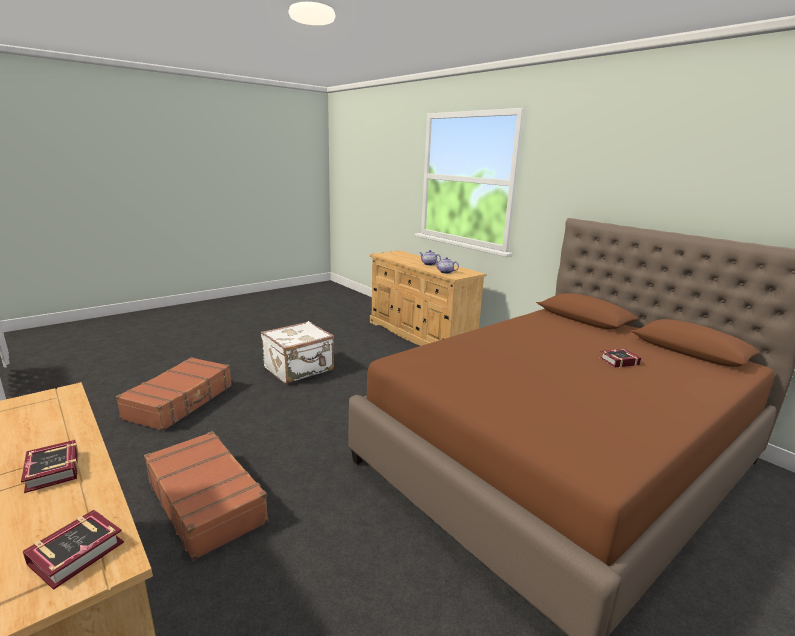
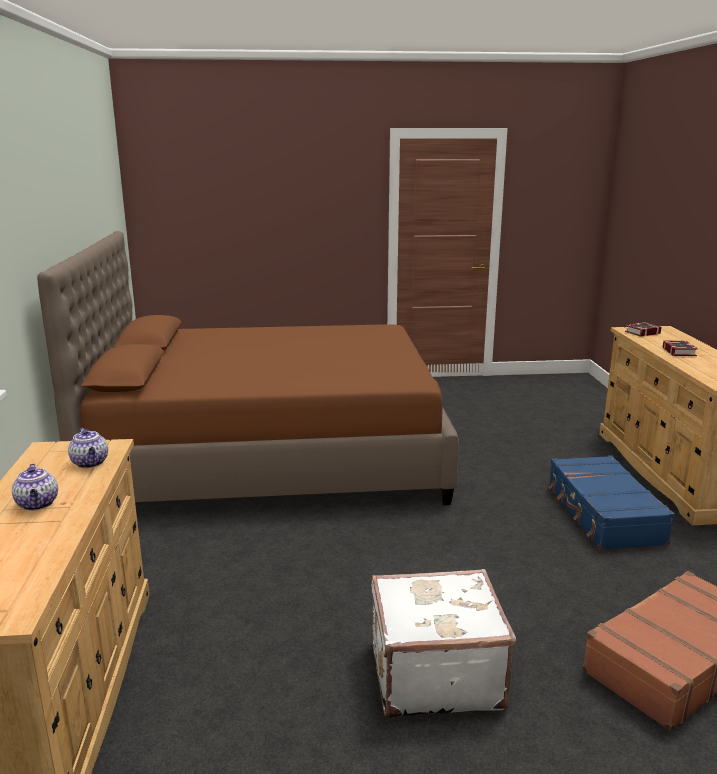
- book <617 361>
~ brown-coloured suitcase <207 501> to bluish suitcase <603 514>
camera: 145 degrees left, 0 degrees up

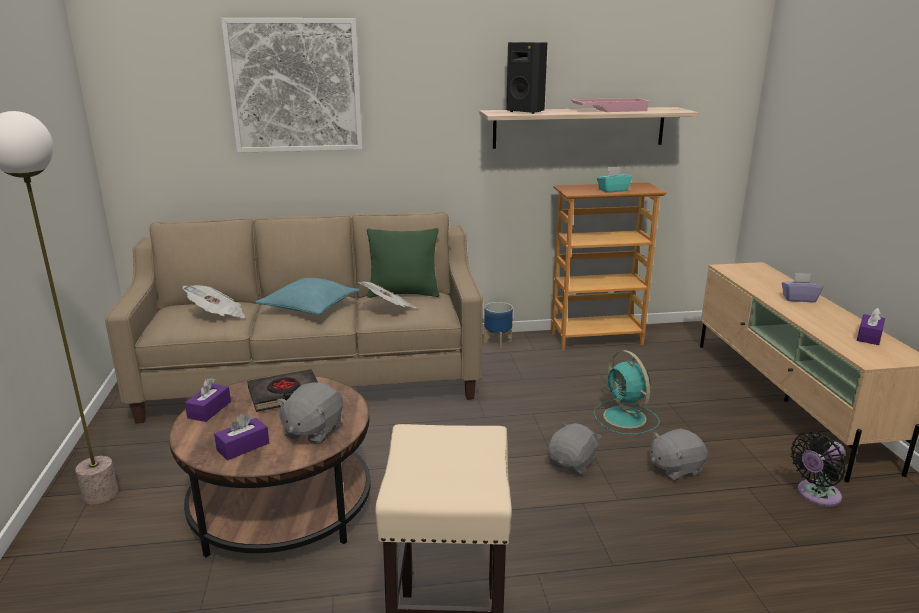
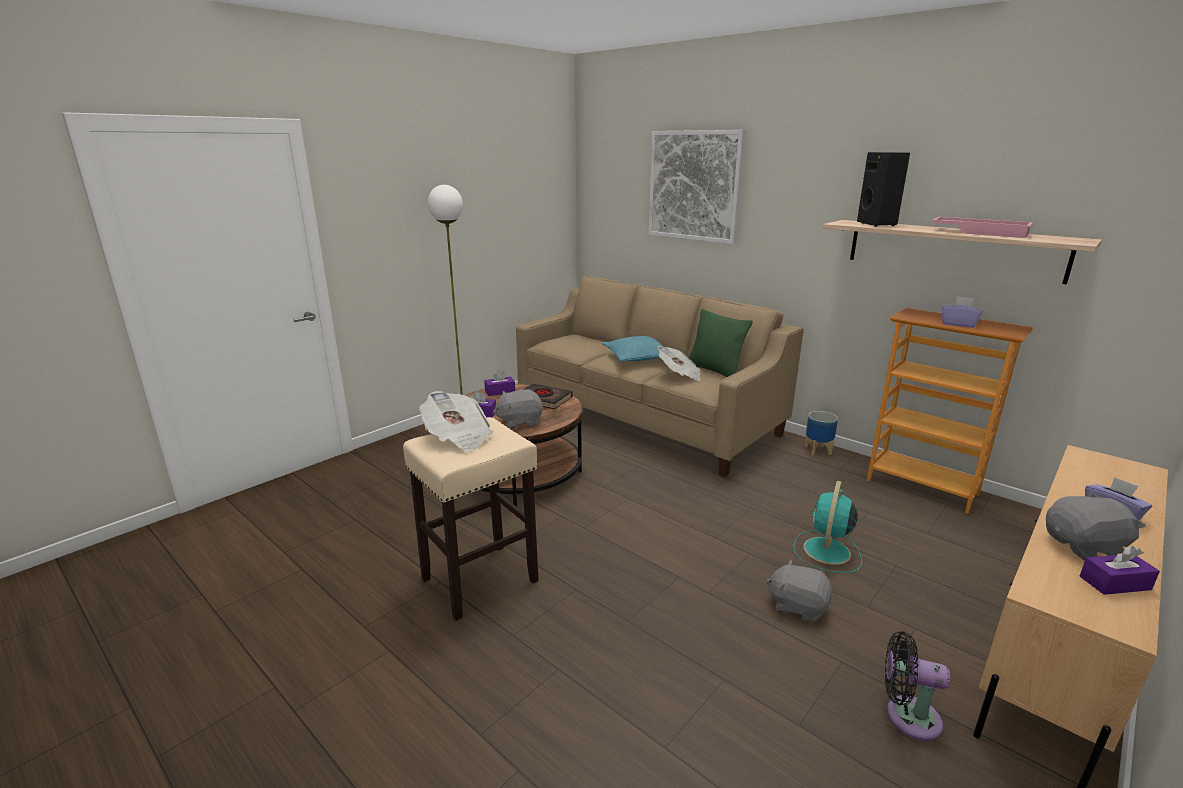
~ turquoise-coloured box of tissues <613 190> to purplish box of tissues <958 324>
~ daily paper <217 315> to <458 438>
~ greyish soft toy <572 464> to <1085 547>
camera: 50 degrees right, 0 degrees up

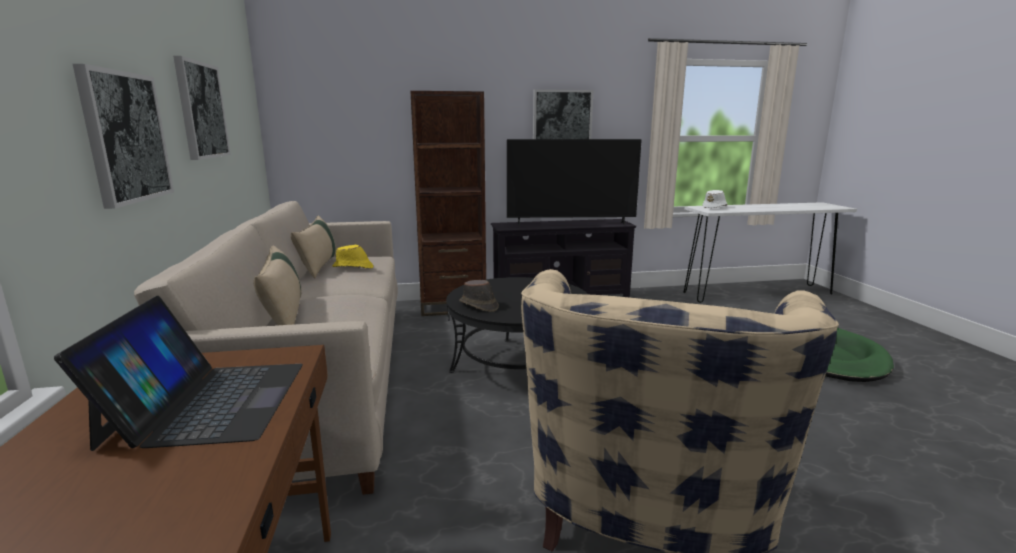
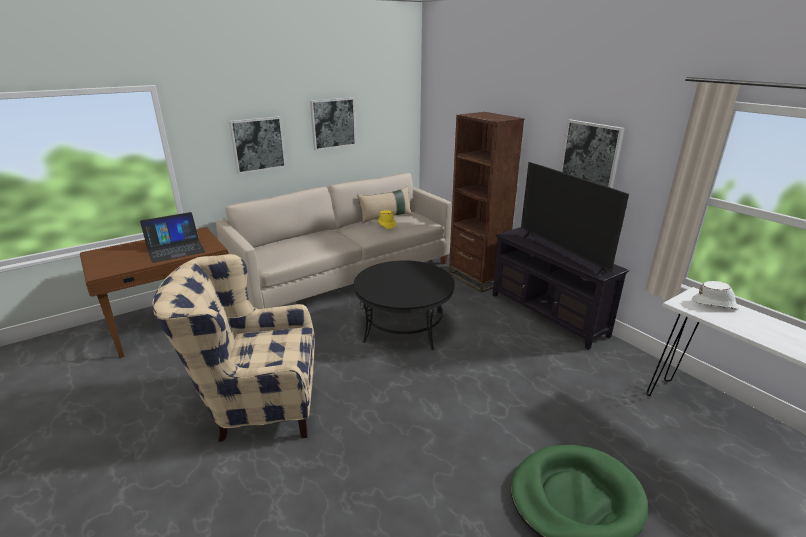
- beige-coloured cushion <284 316>
- brown-coloured wearable hat <478 306>
camera: 65 degrees right, 10 degrees up

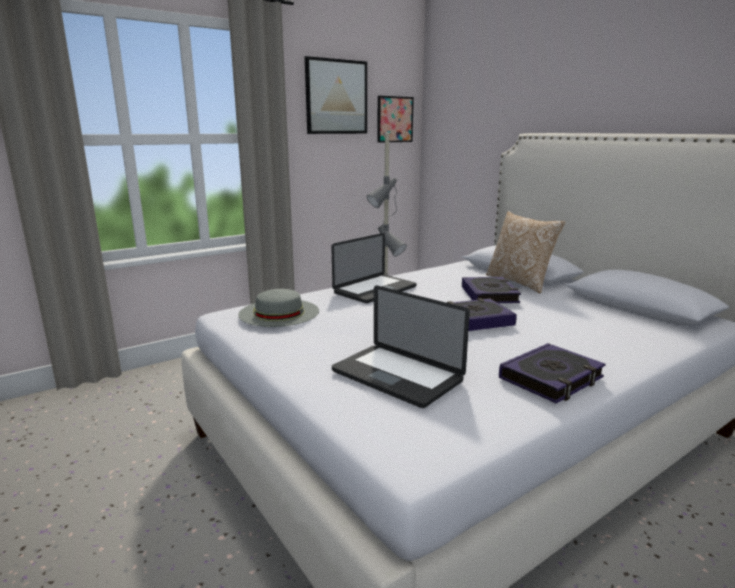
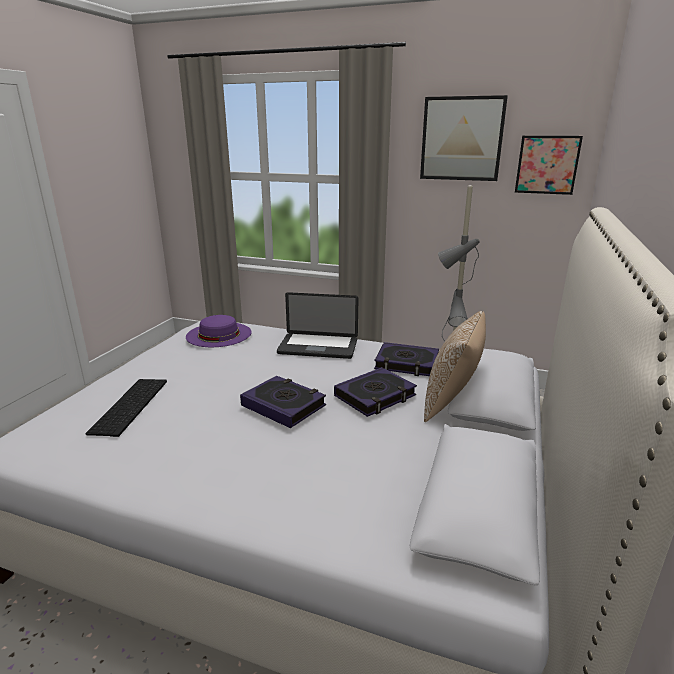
~ notebook computer <396 376> to keyboard <131 406>
~ greyish wearable hat <279 312> to purplish wearable hat <219 334>
~ book <551 378> to <406 364>
camera: 55 degrees right, 5 degrees up

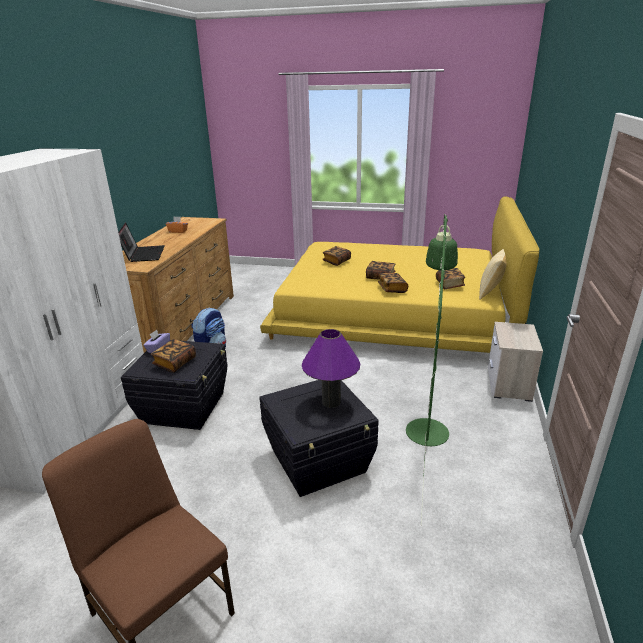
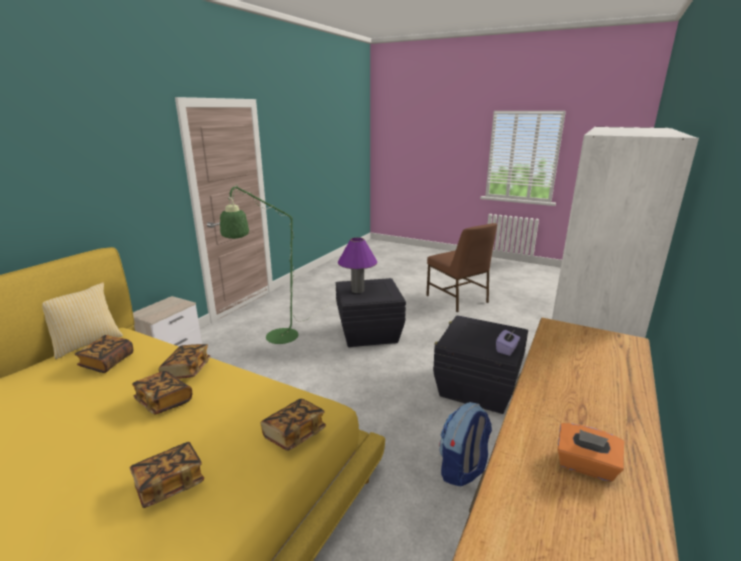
- notebook computer <143 254>
~ book <175 363> to <294 434>
camera: 165 degrees left, 5 degrees down

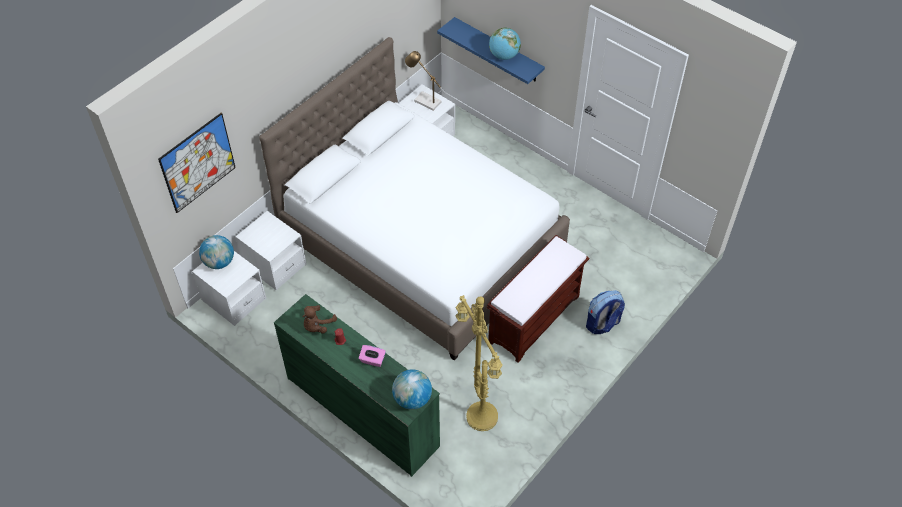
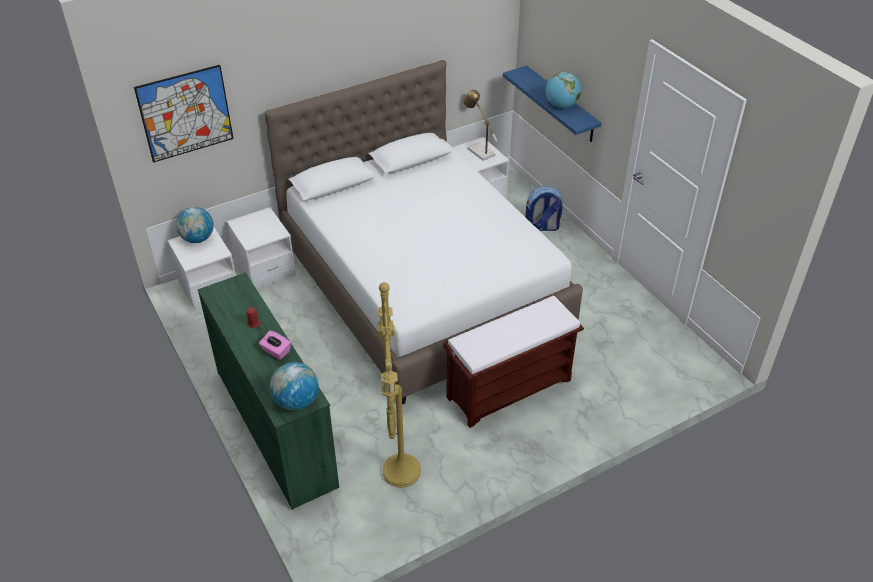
~ rucksack <602 324> to <541 227>
- brown-coloured soft toy <317 326>
camera: 20 degrees right, 10 degrees down

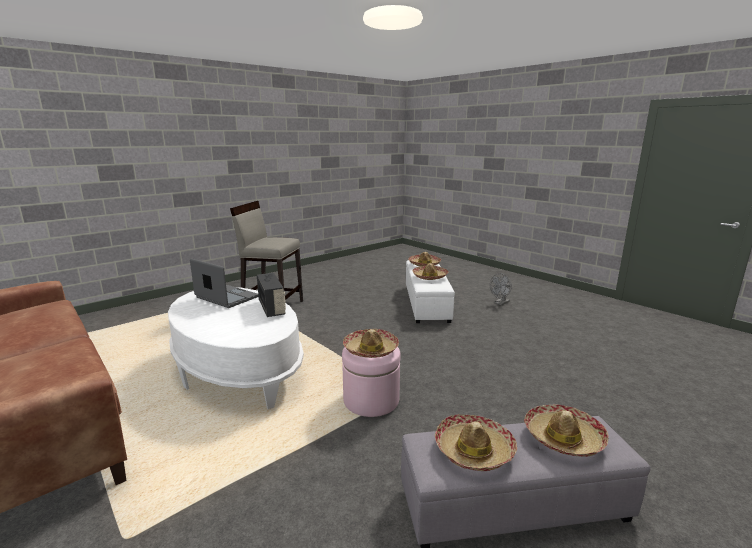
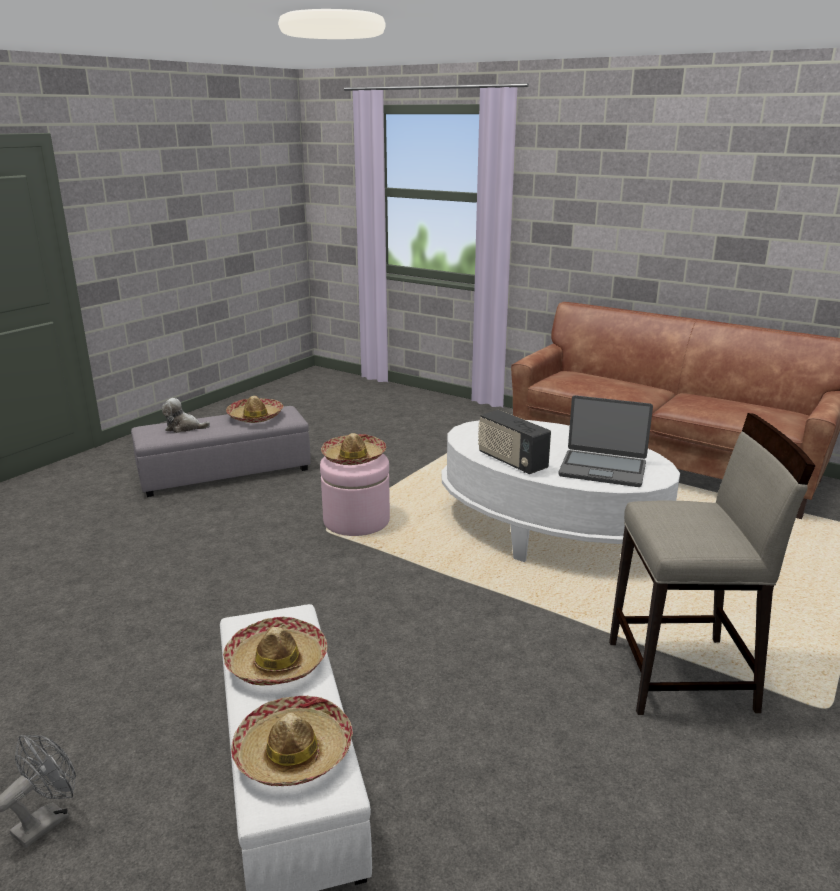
~ wearable hat <563 437> to soft toy <184 428>
camera: 165 degrees right, 5 degrees up

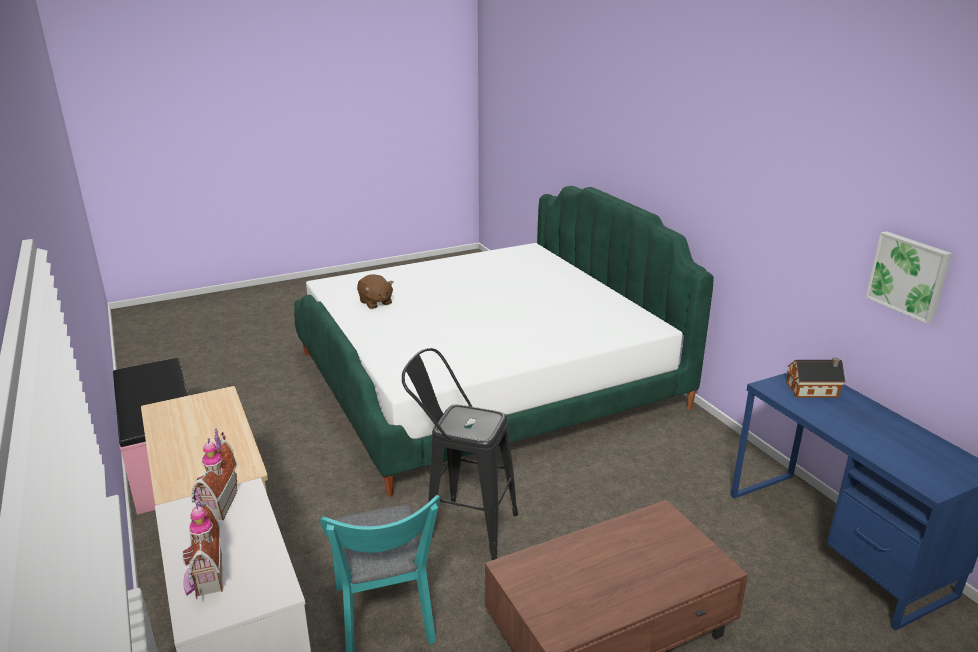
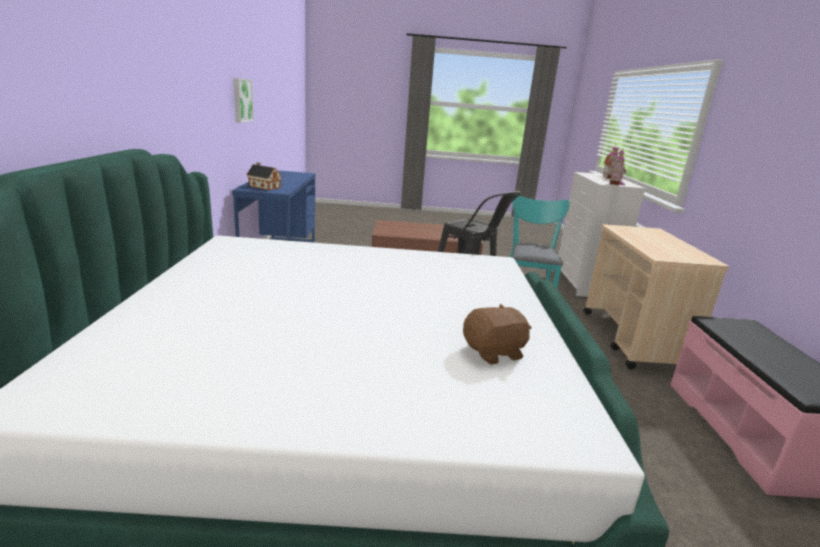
~ brown-coloured soft toy <375 303> = <494 352> 75 degrees clockwise
camera: 155 degrees left, 5 degrees down

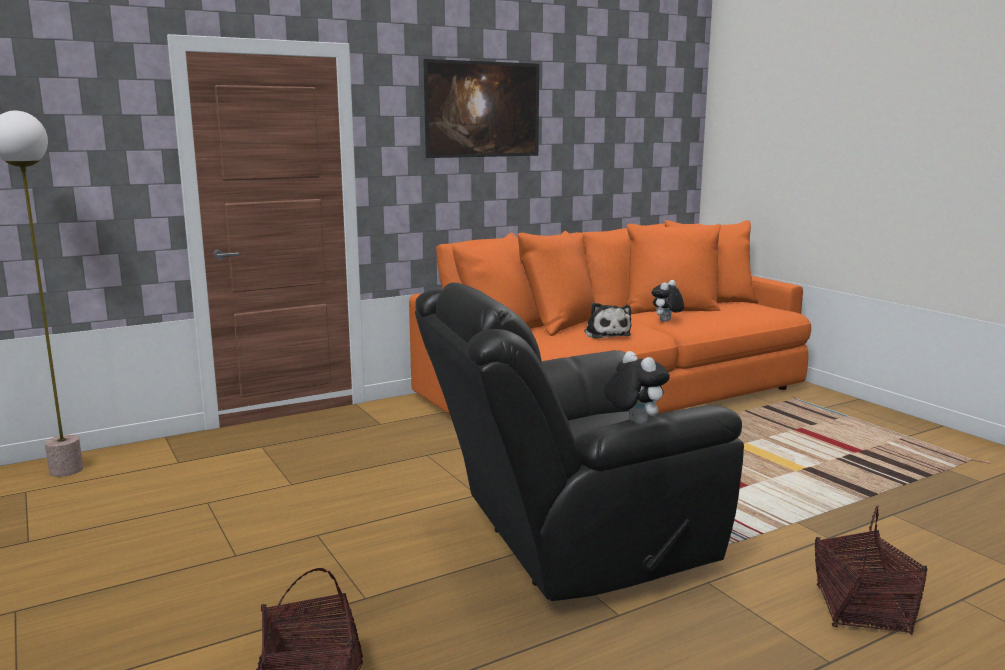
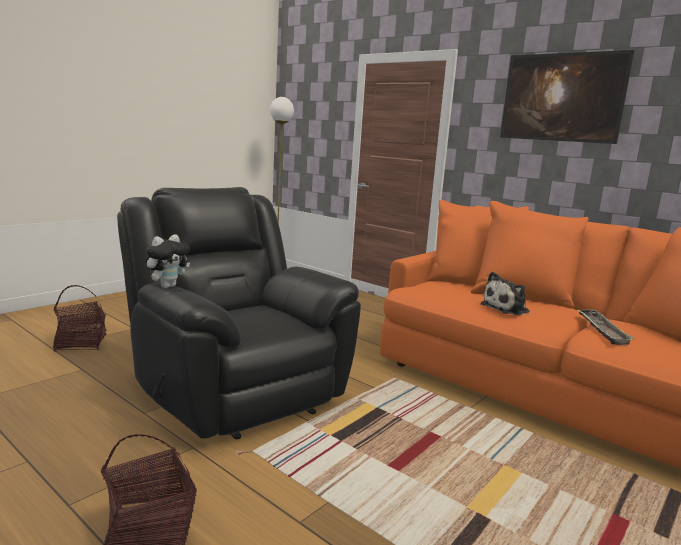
~ soft toy <666 321> to carrying tray <601 330>
camera: 70 degrees right, 0 degrees up

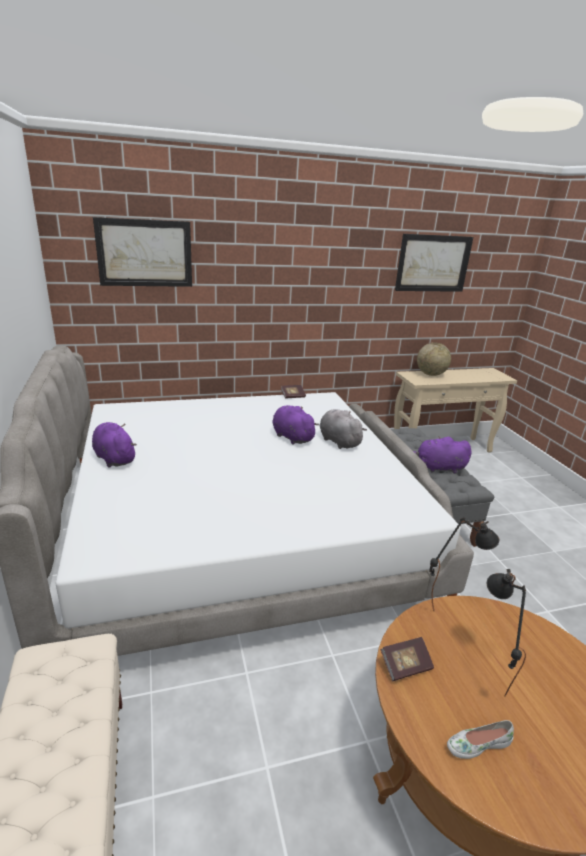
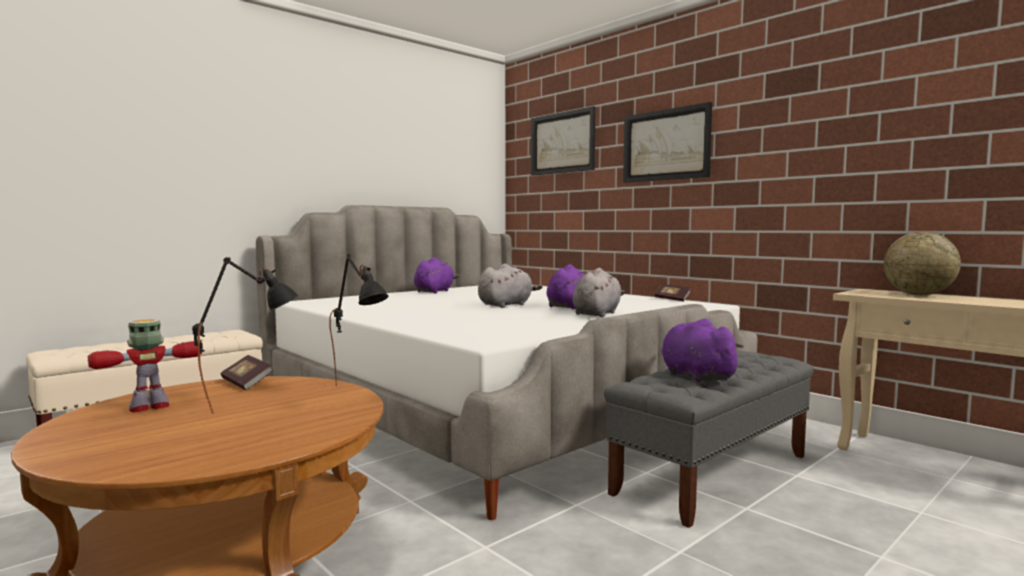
~ wall art <433 263> to <666 145>
~ whitish shoe <477 743> to robot figure <150 407>
+ greyish soft toy <507 305>
camera: 65 degrees right, 20 degrees down

